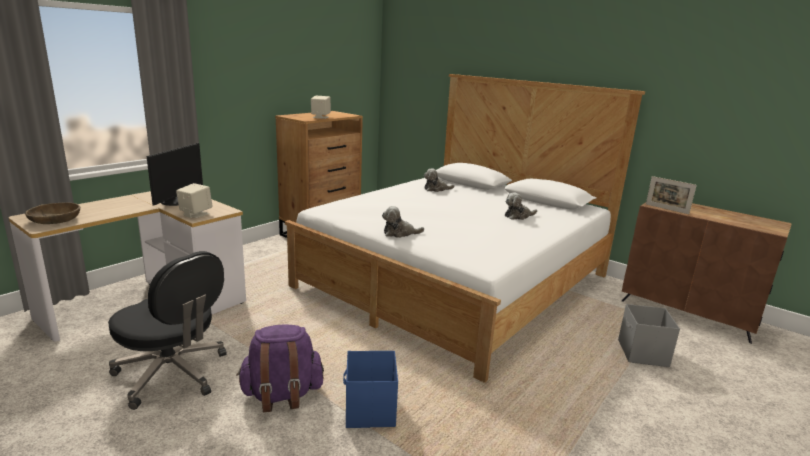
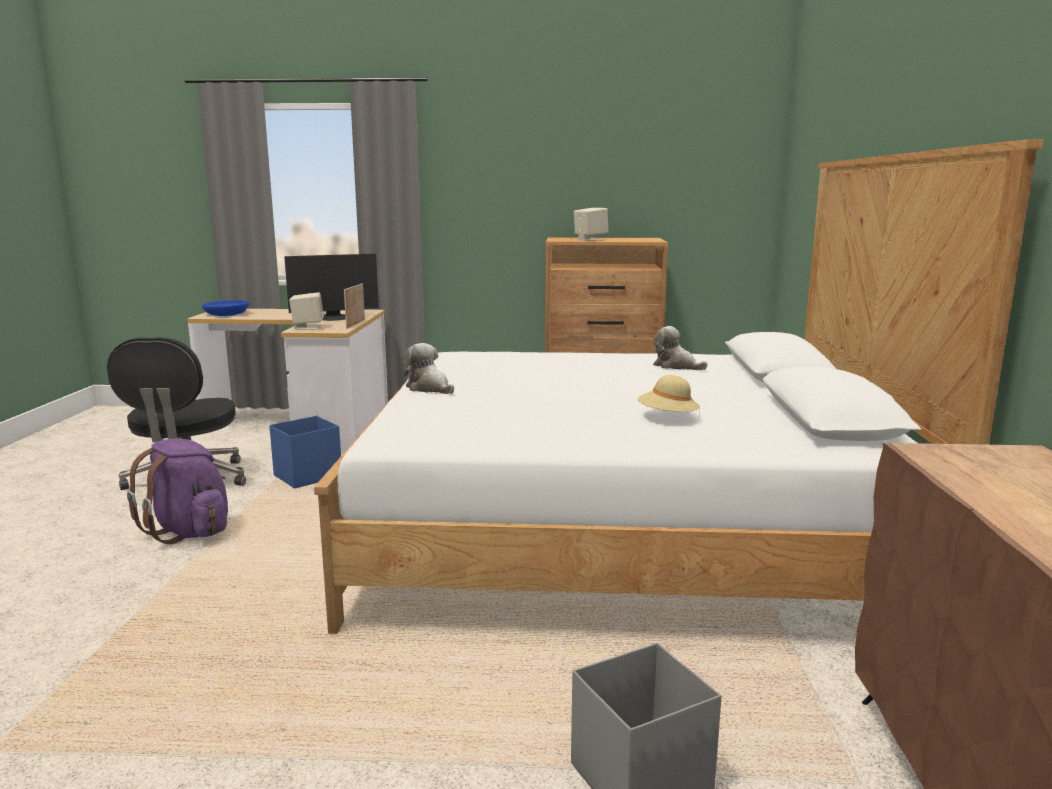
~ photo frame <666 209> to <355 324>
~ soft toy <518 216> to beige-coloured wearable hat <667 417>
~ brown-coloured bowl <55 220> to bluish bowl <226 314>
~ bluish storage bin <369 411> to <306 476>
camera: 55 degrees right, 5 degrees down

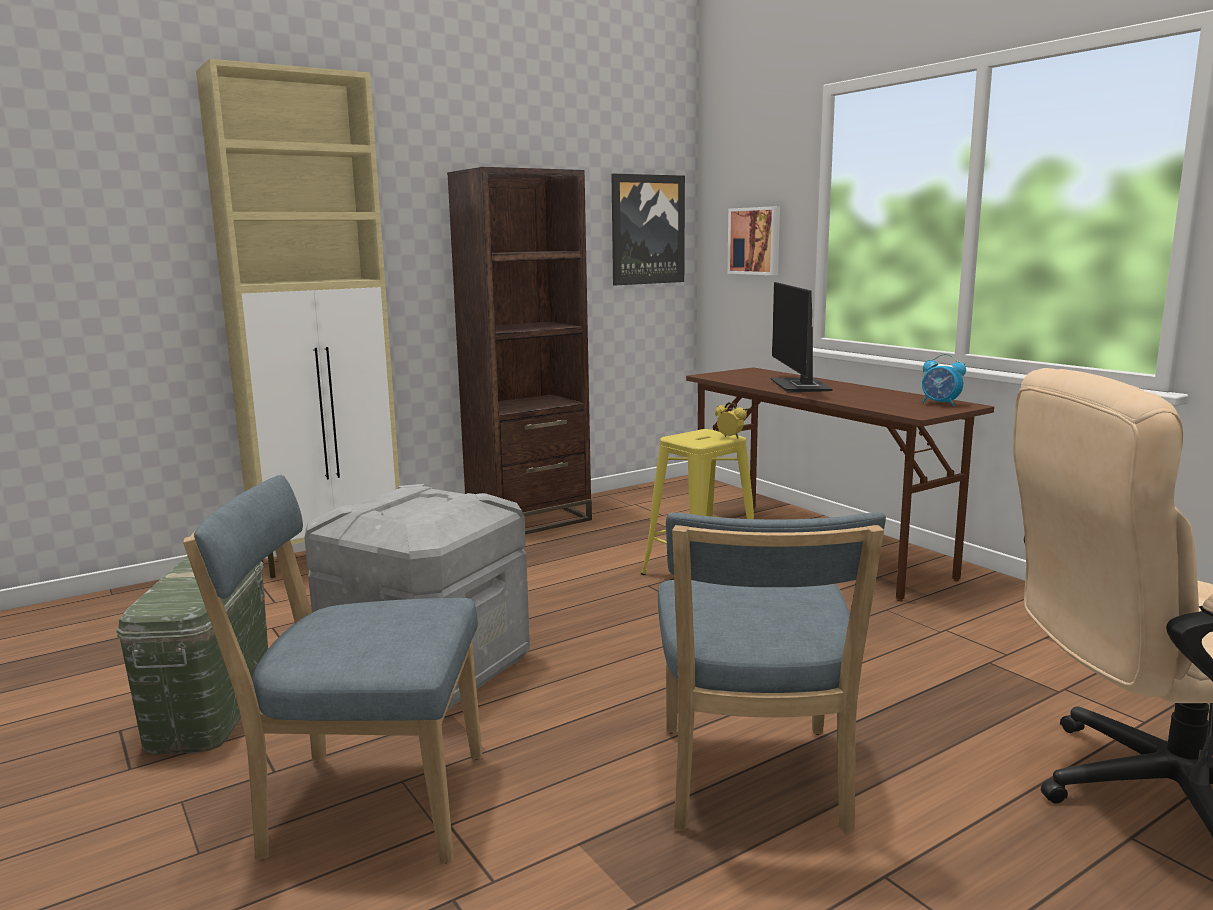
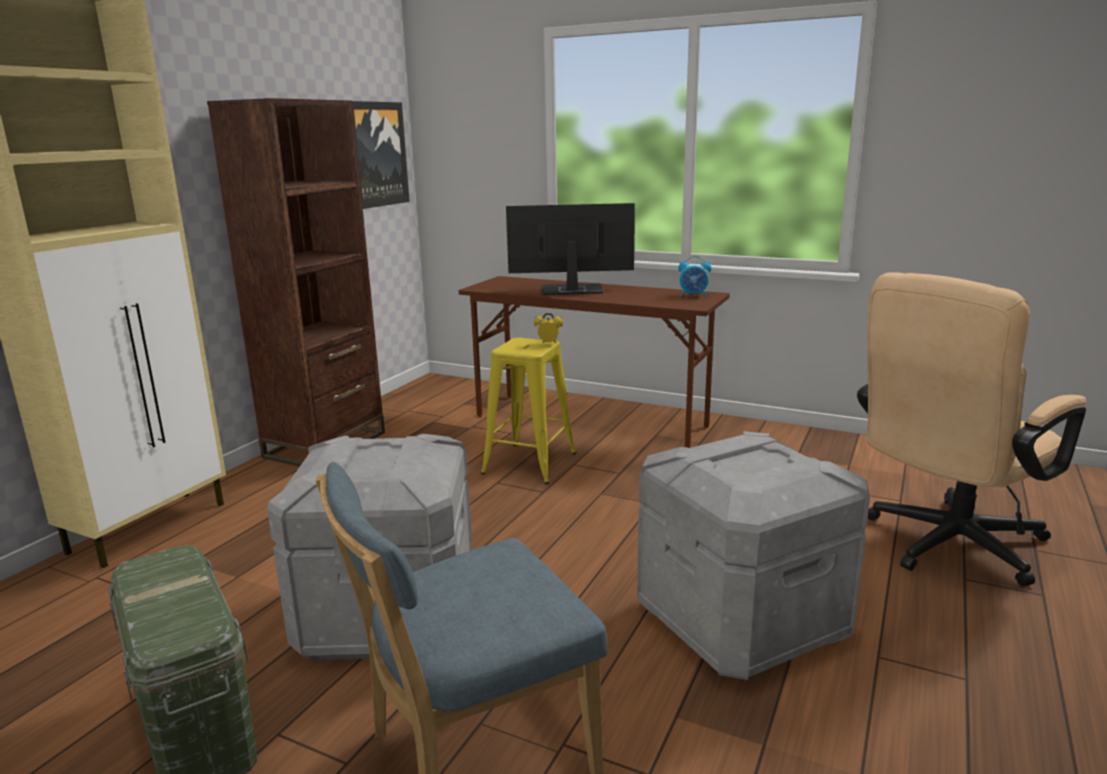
- wall art <755 241>
~ computer display <801 386> = <570 291> 120 degrees clockwise
~ bluish plain chair <753 785> to greyish storage bin <740 622>
camera: 30 degrees left, 5 degrees up

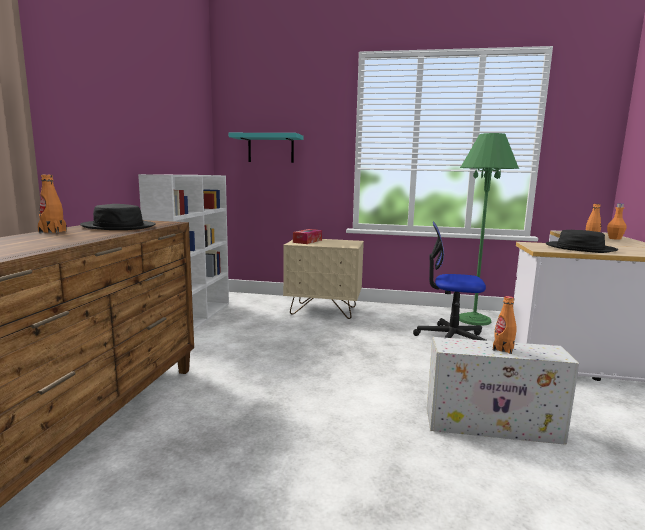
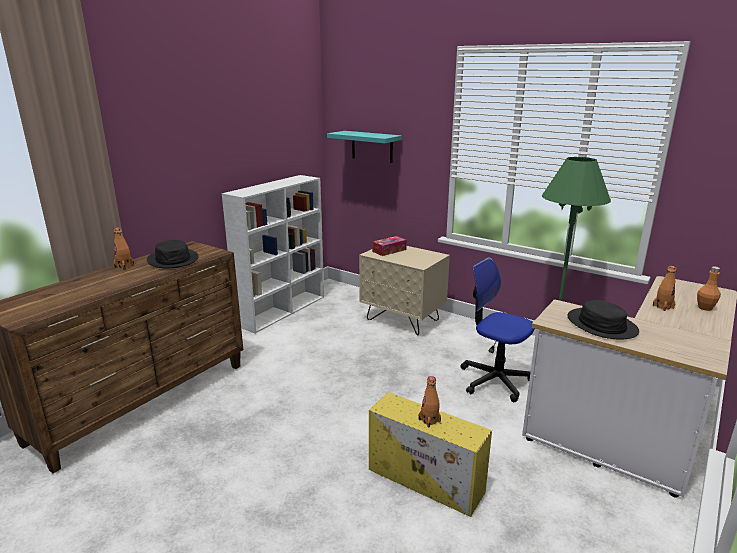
~ whitish storage bin <494 425> to yellow storage bin <427 481>
camera: 25 degrees right, 10 degrees up

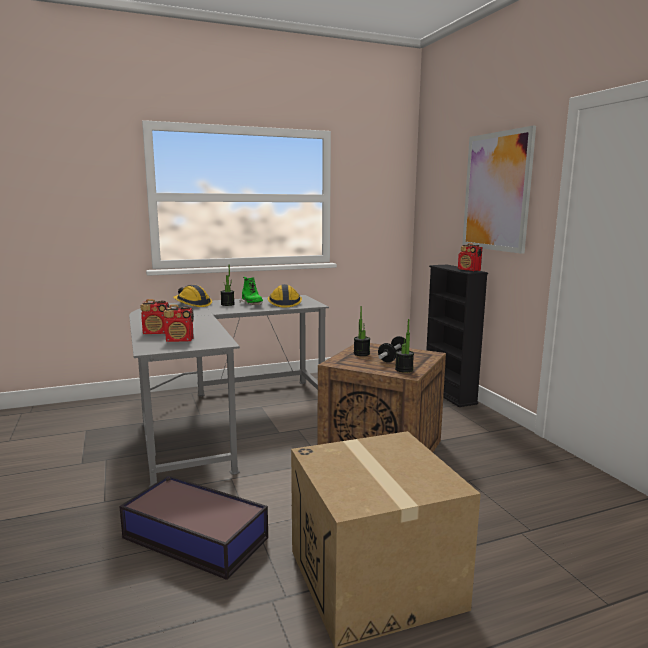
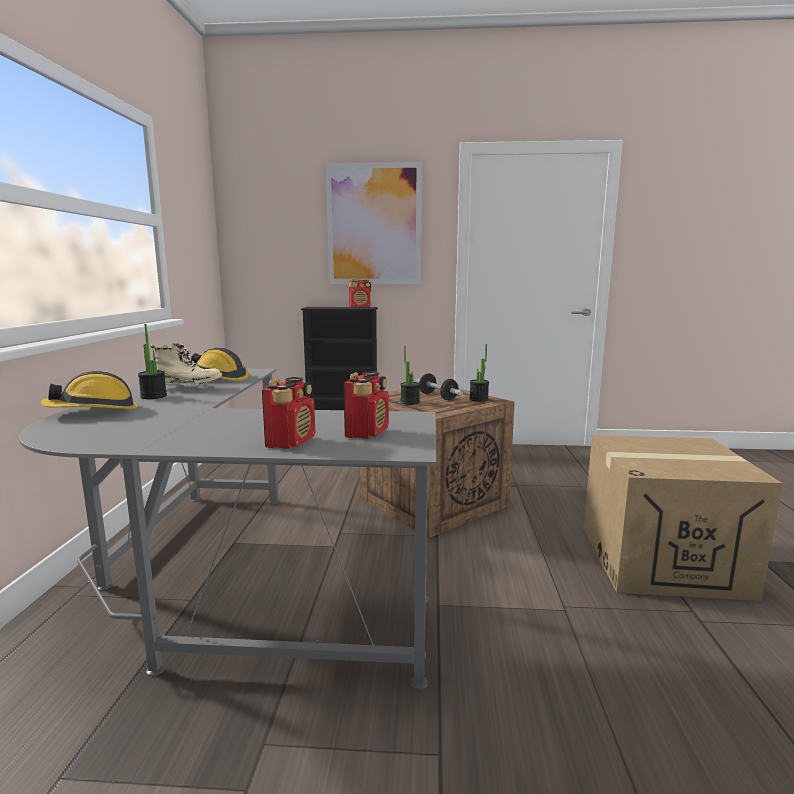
~ green high-top boot <252 304> to beige-coloured high-top boot <188 388>
- storage bin <194 537>
camera: 65 degrees left, 0 degrees up

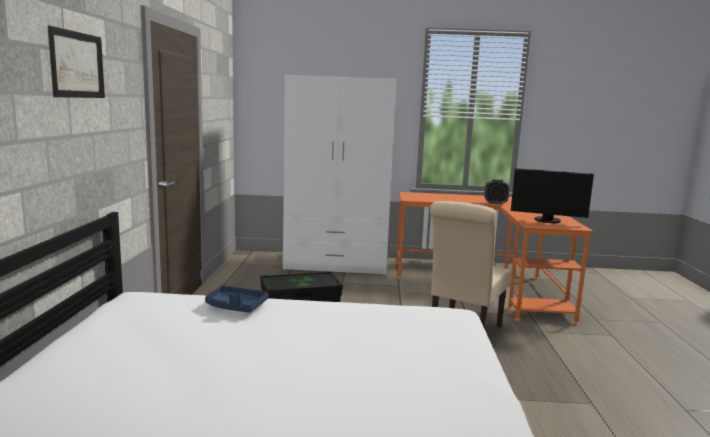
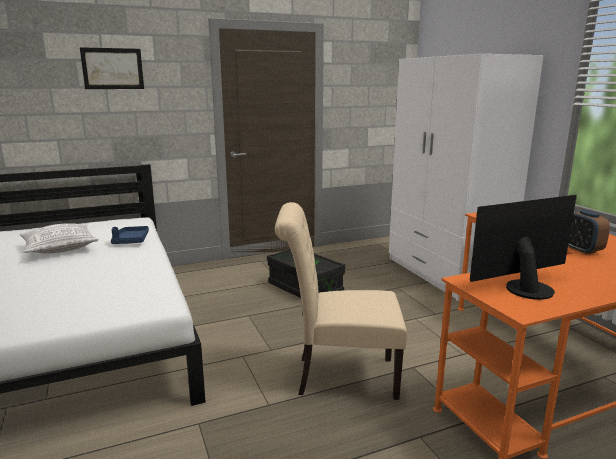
~ computer display <547 221> = <525 288> 75 degrees clockwise
+ cushion <60 248>
camera: 65 degrees right, 5 degrees up

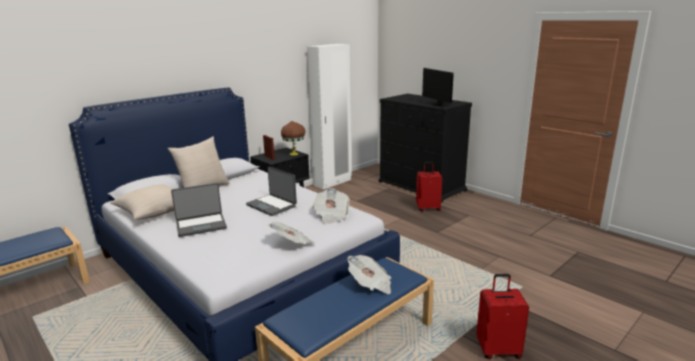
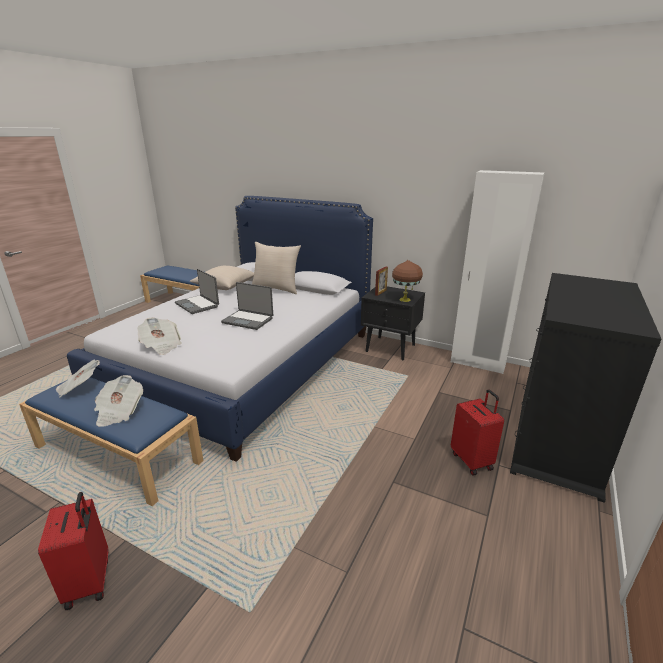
- computer display <439 104>
~ notebook computer <272 205> = <248 320> 90 degrees counterclockwise
~ daily paper <331 216> to <79 388>
camera: 70 degrees right, 5 degrees up

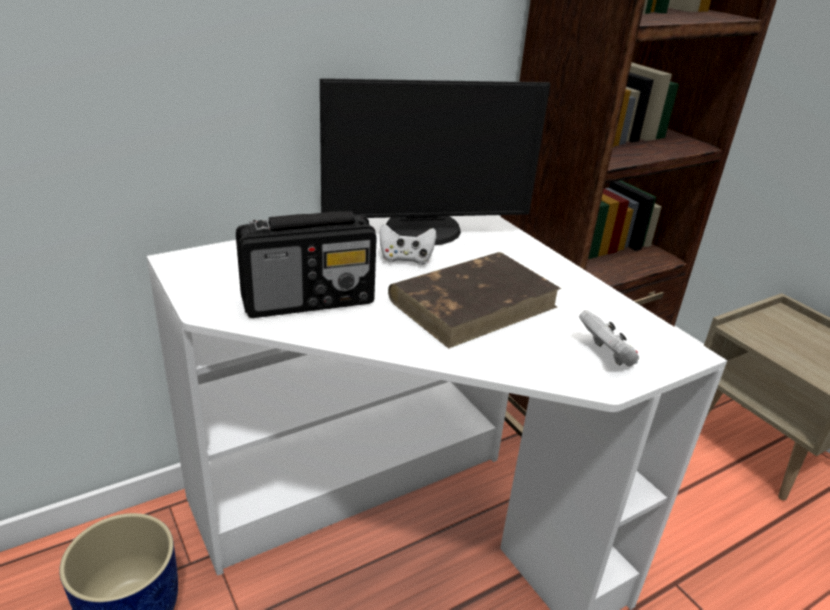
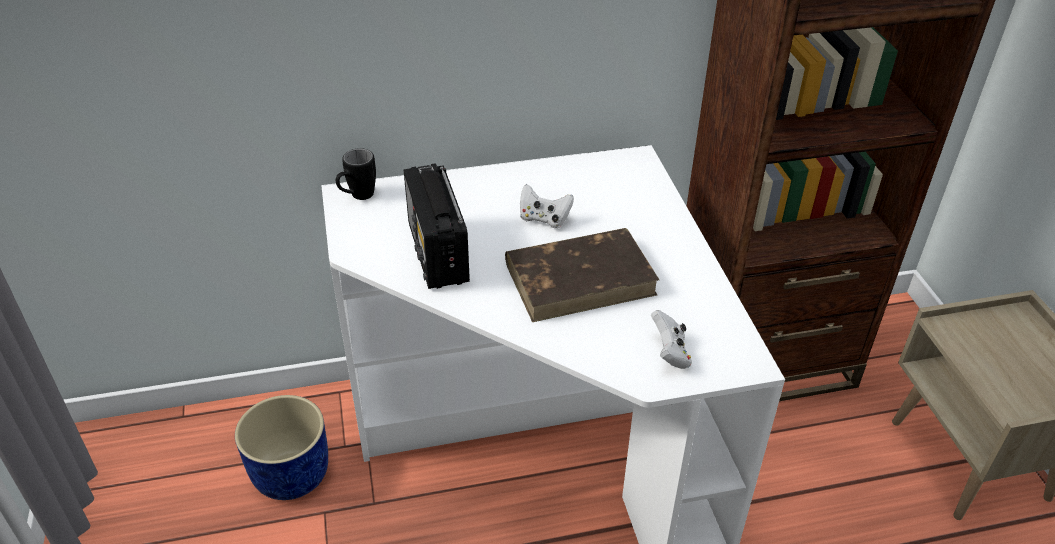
- computer display <424 231>
~ radio <309 300> = <438 253> 75 degrees clockwise
+ black-coloured tea mug <357 197>
camera: 20 degrees right, 10 degrees up

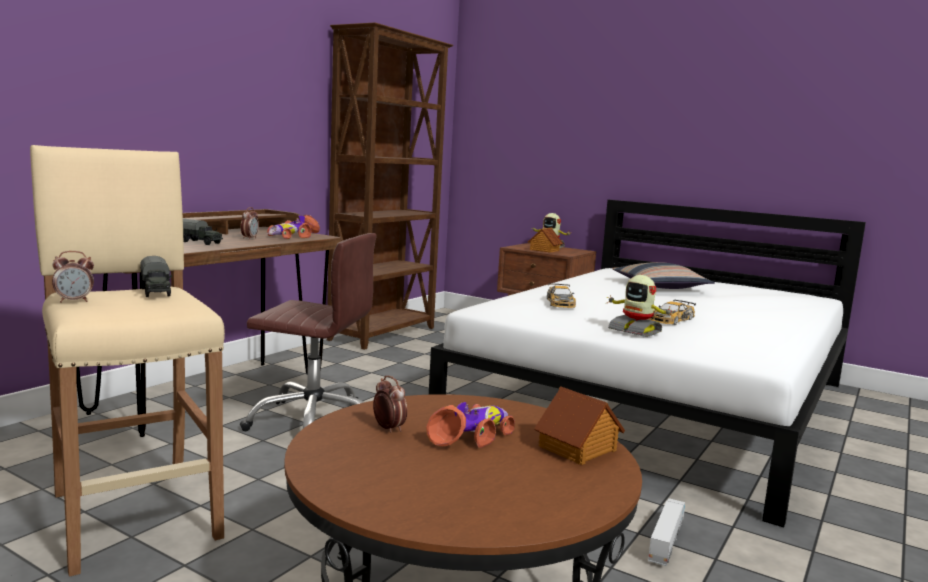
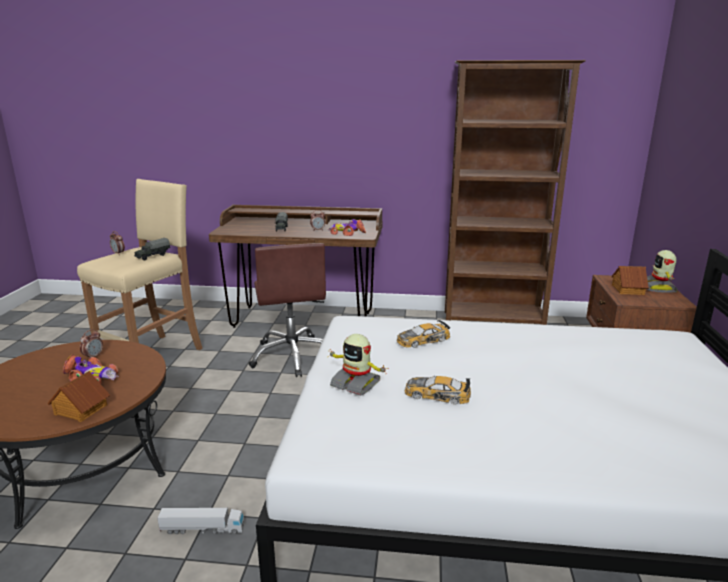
- cushion <660 286>
~ robot figure <635 331> = <356 383> 75 degrees counterclockwise
camera: 65 degrees right, 10 degrees up

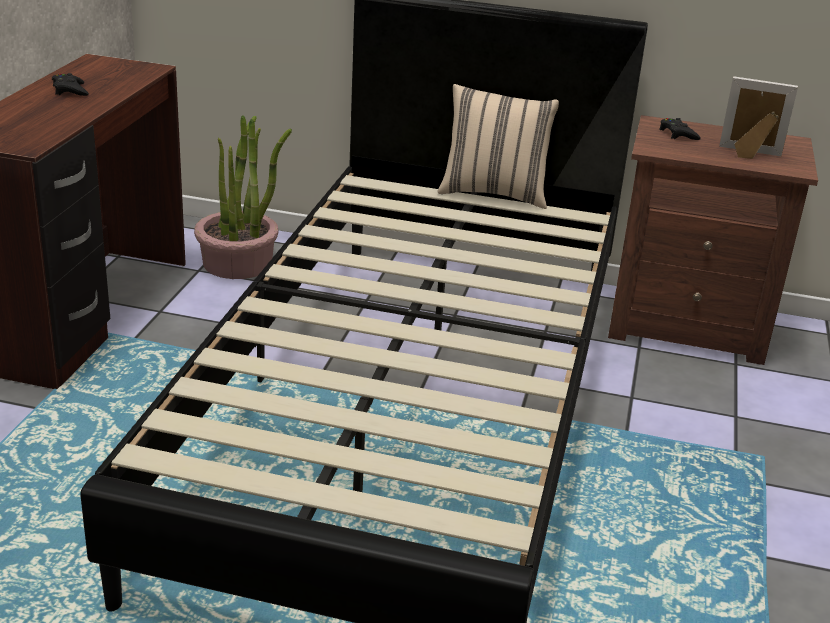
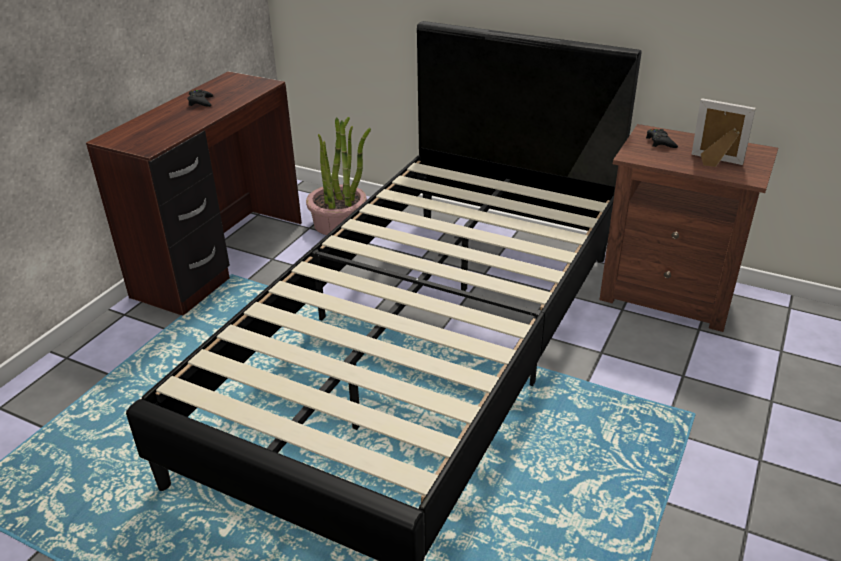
- beige-coloured cushion <494 193>
camera: 15 degrees right, 5 degrees up

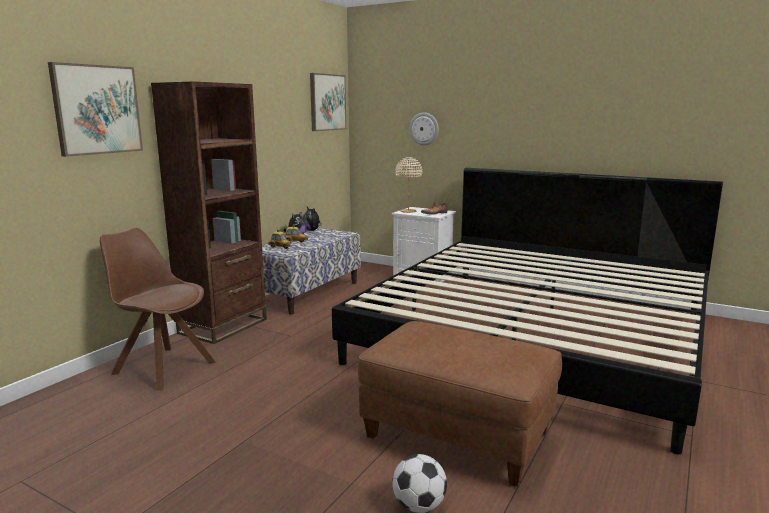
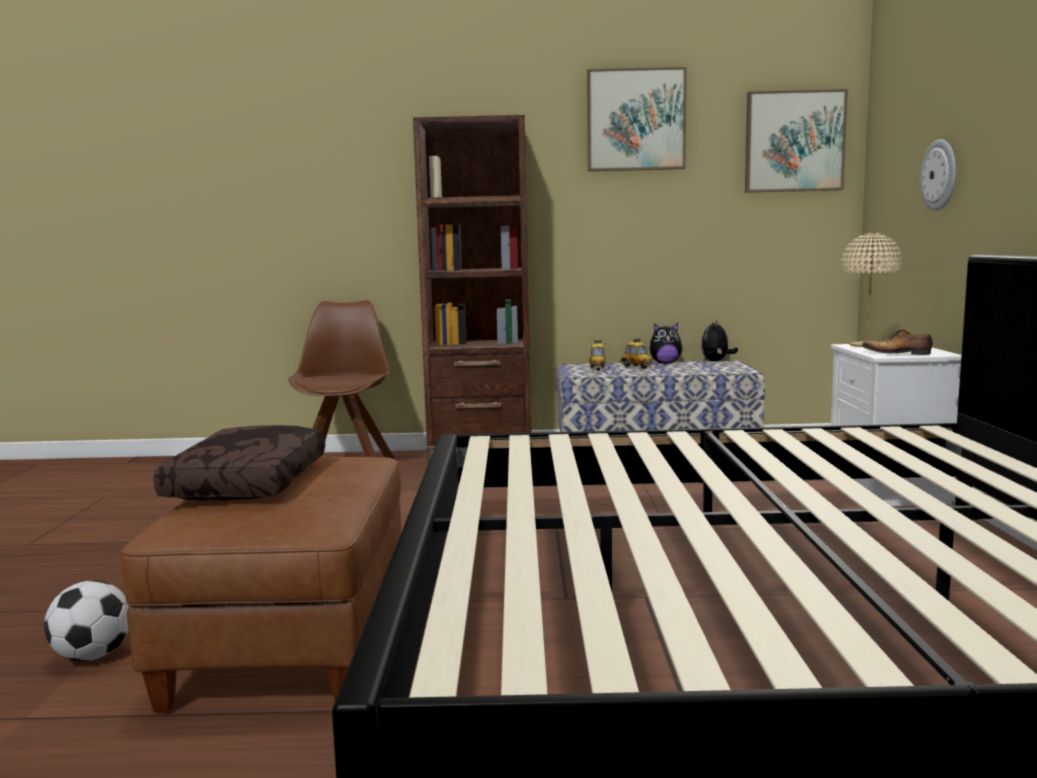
~ wall art <97 110> to <635 120>
+ brown-coloured cushion <251 483>
camera: 60 degrees right, 5 degrees down

